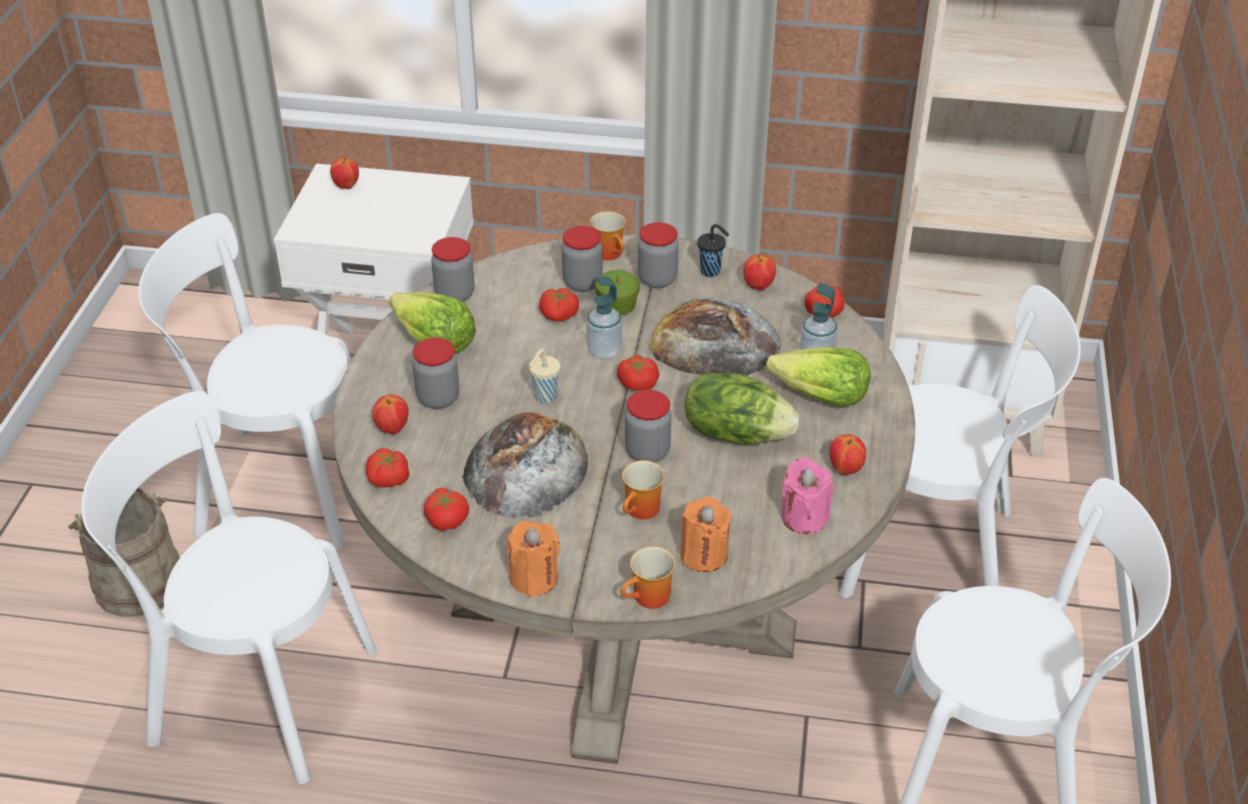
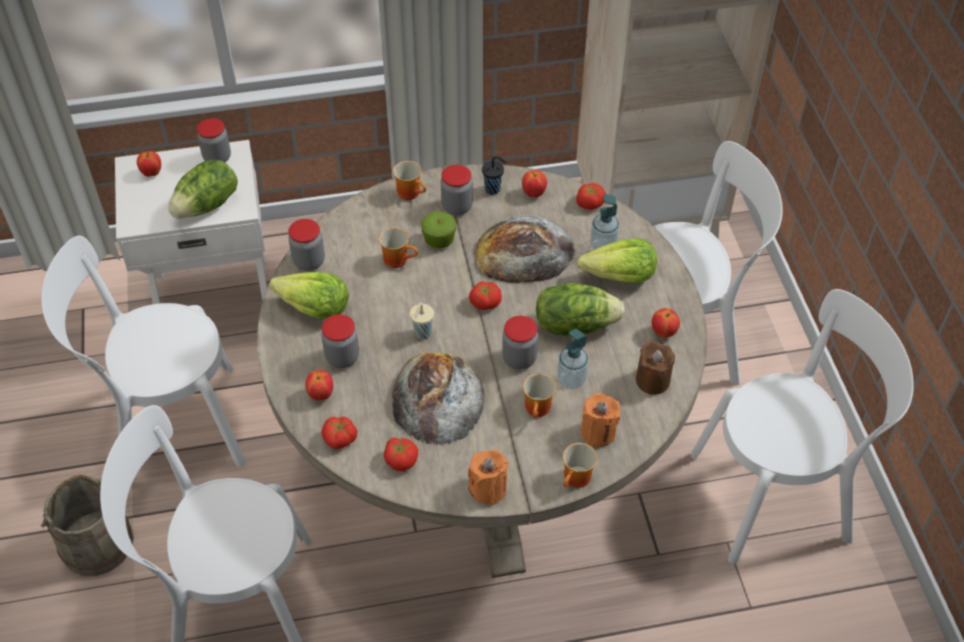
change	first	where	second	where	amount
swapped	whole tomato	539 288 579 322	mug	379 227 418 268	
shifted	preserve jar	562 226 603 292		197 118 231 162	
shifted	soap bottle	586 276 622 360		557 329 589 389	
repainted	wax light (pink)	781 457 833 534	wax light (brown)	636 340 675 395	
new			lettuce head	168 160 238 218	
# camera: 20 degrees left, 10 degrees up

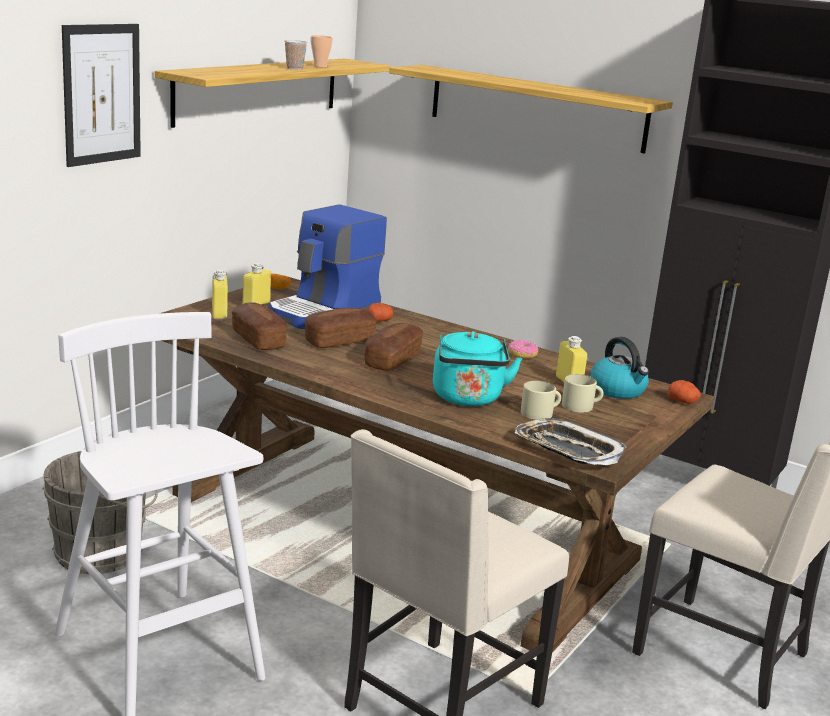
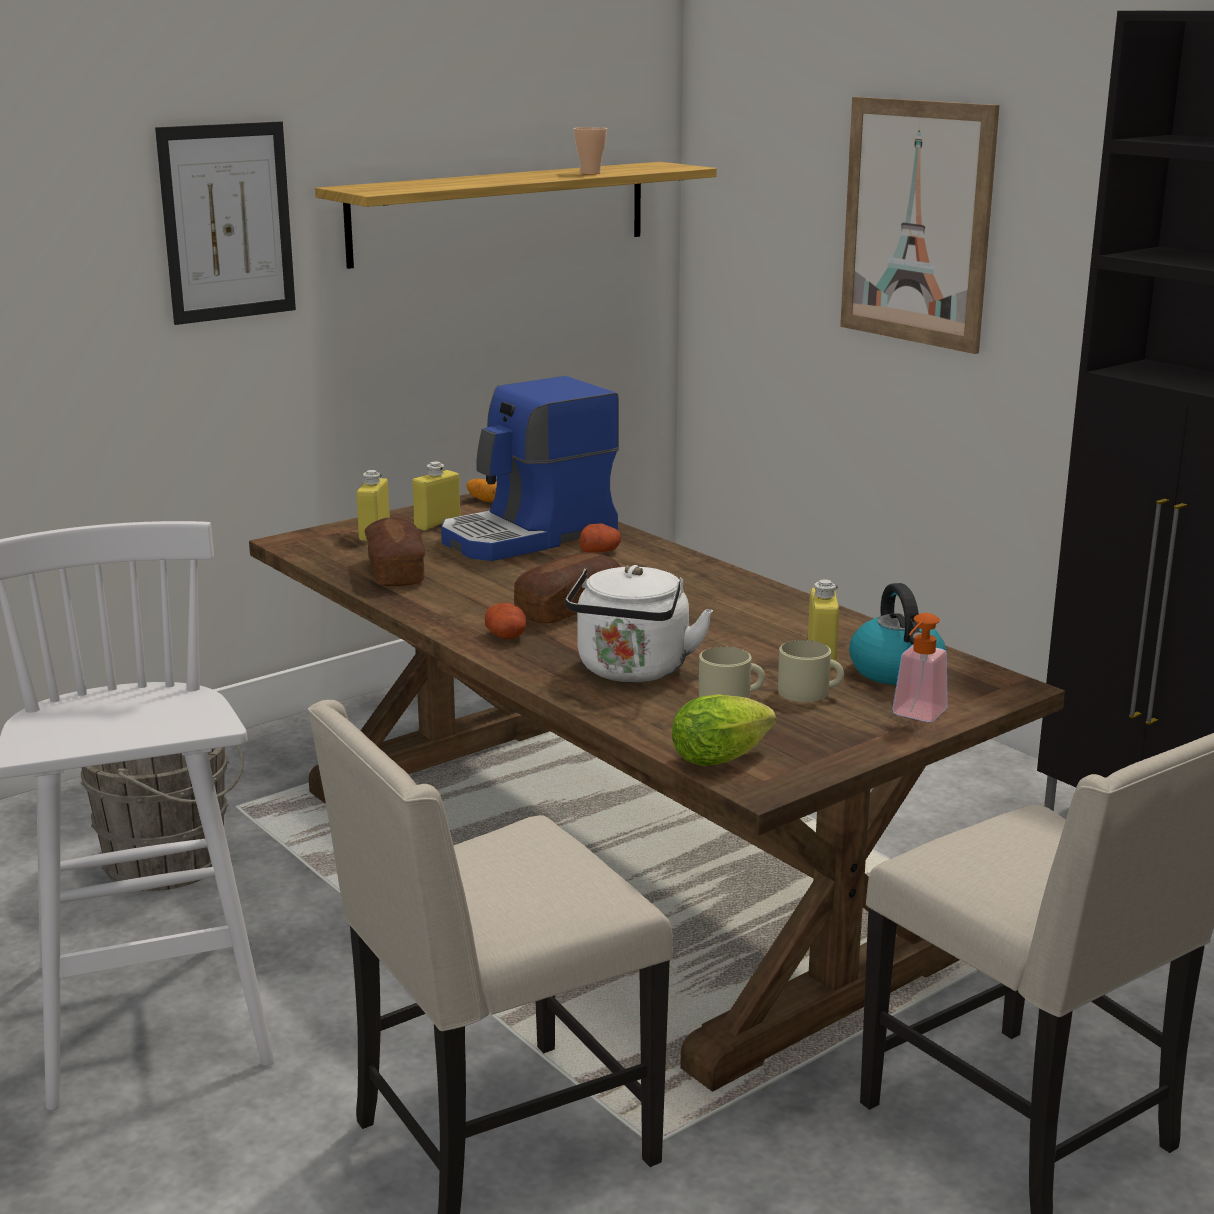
change	first	where	second	where	amount
gone	drinking cup	284 40 307 70			
gone	bakery bread	305 308 376 348			
swapped	shelf	389 65 673 154	picture	840 97 1000 354	
repainted	water kettle (blue-green)	433 331 522 406	water kettle (white)	565 565 713 682	
gone	ring doughnut	508 340 539 359			
swapped	tray	515 418 626 465	lettuce head	672 694 776 766	
shifted	spud	668 380 701 404		485 603 526 639	
new			soap bottle	893 613 948 722	
# camera: 20 degrees right, 0 degrees up

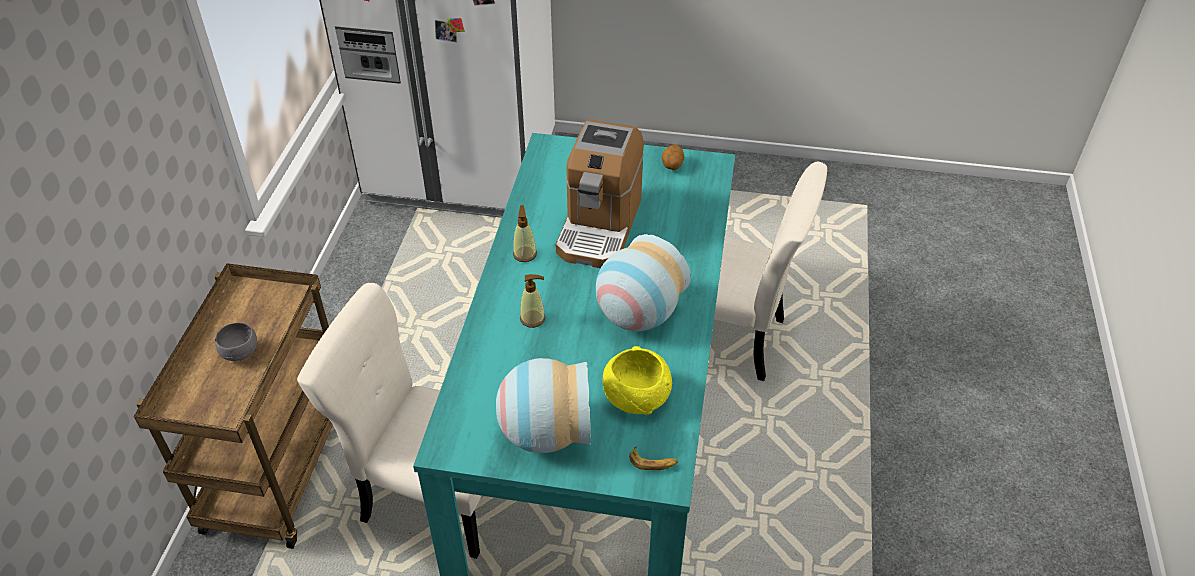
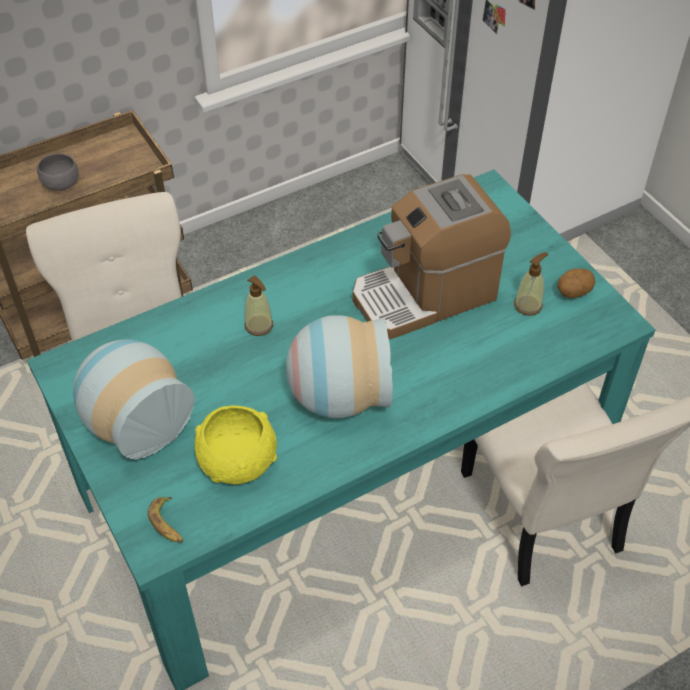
change	first	where	second	where	amount
shifted	soap bottle	513 205 537 262		514 252 548 316	
# camera: 50 degrees right, 5 degrees up

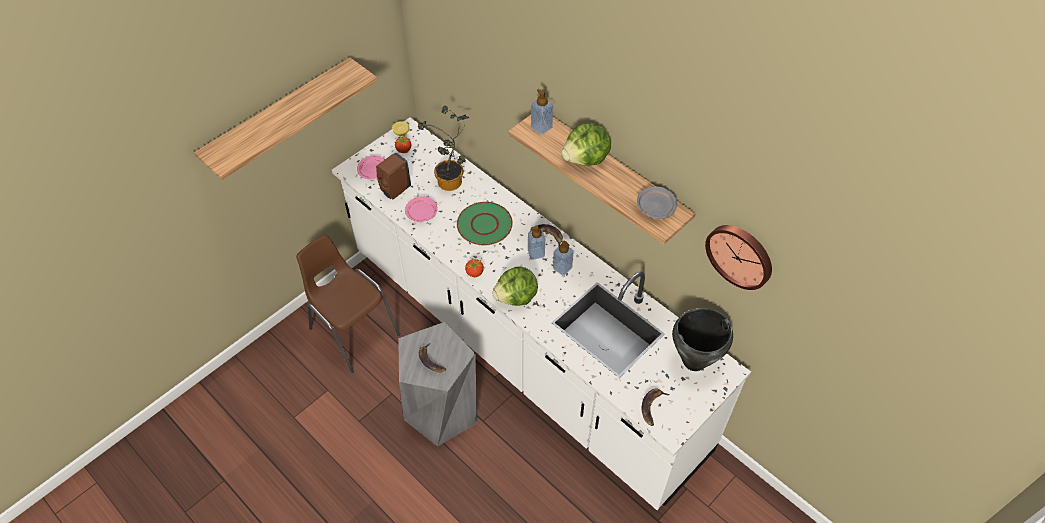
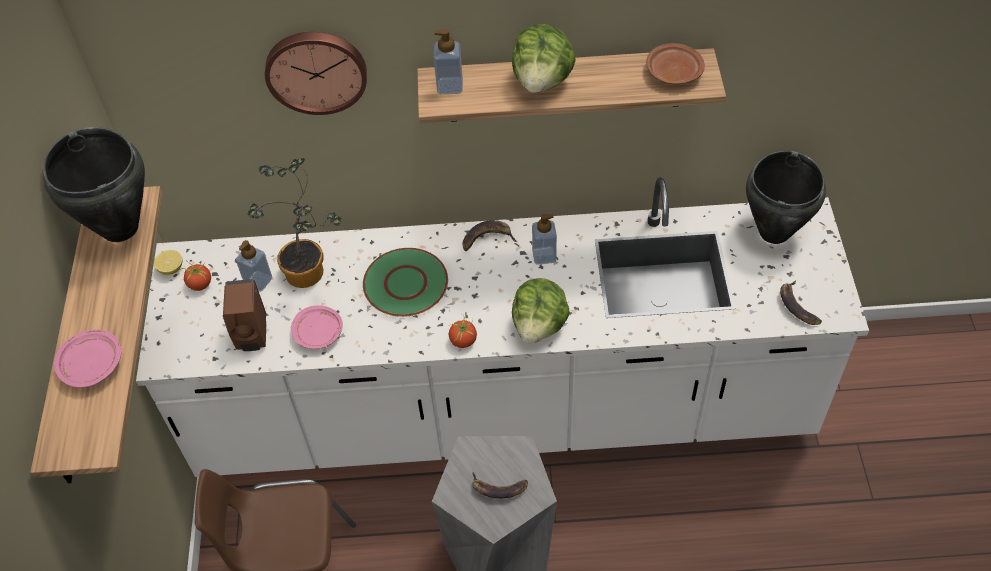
change	first	where	second	where	amount
shifted	flat dish (pink)	357 156 385 179		54 329 122 388	
shifted	soap bottle	528 226 545 260		236 240 272 292	
repainted	flat dish (gray)	637 187 677 219	flat dish (brown)	646 43 705 84	
shifted	hanging clock	705 225 772 290		265 32 367 115	
new			saucepot (black)	43 127 145 242	
# camera: 45 degrees left, 0 degrees up

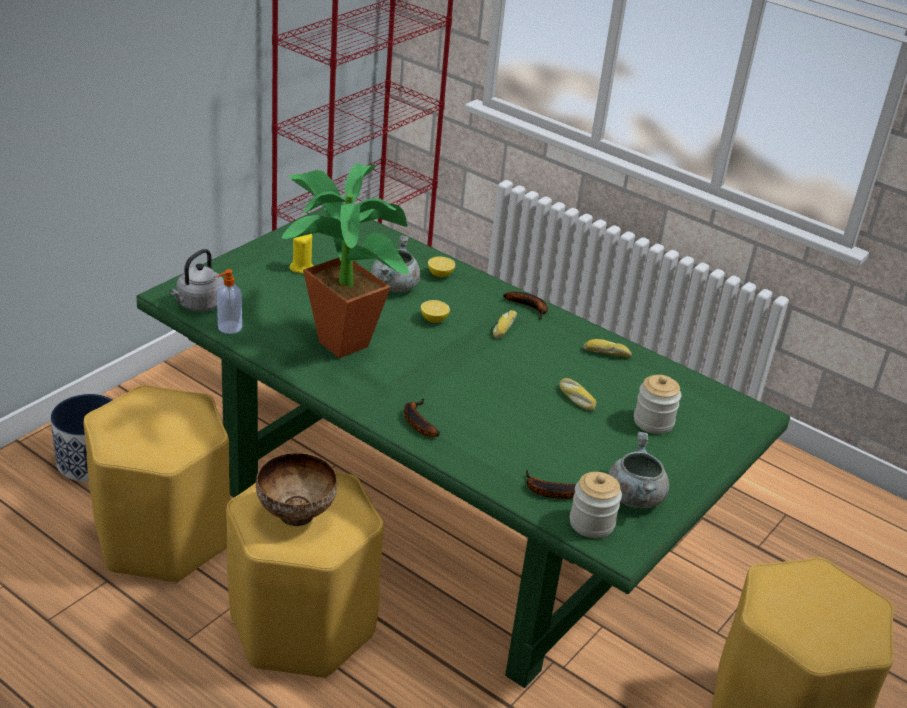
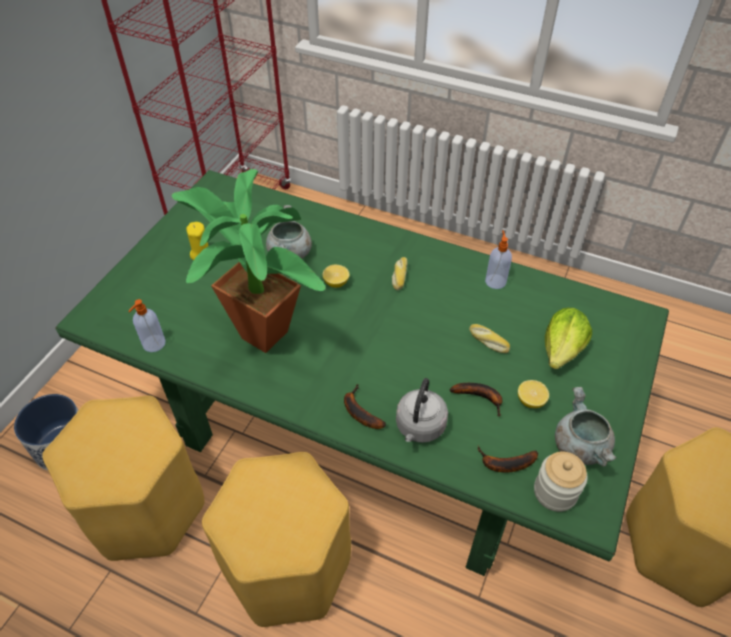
change	first	where	second	where	amount
shifted	water kettle (gray)	170 249 224 312		396 378 448 443	
gone	deep dish	256 453 337 526			
shifted	citrus fruit	428 257 455 277		518 380 549 408	
shifted	banana fruit	503 291 548 320		450 383 503 416	
swapped	bakery bread	584 339 632 358	soap bottle	485 230 512 289	
swapped	preserve jar	634 375 681 434	lettuce head	545 308 592 369	
# camera: 10 degrees left, 15 degrees up

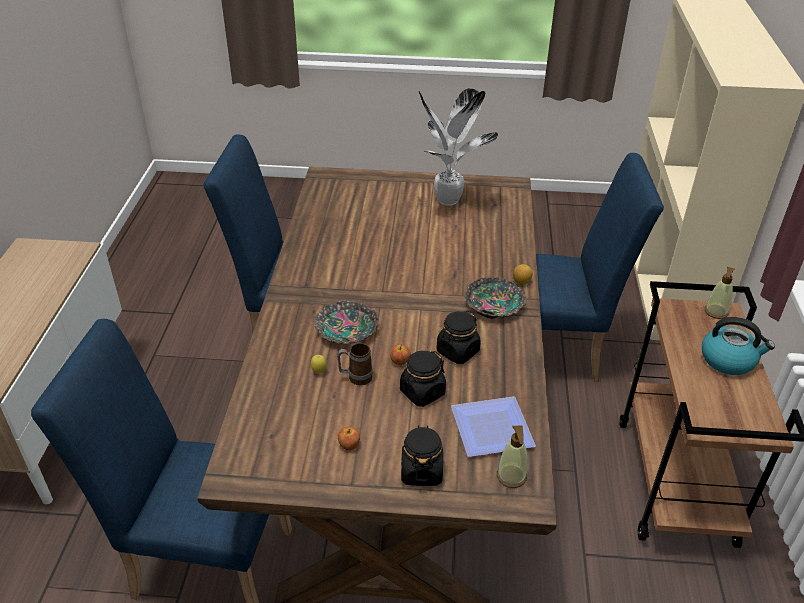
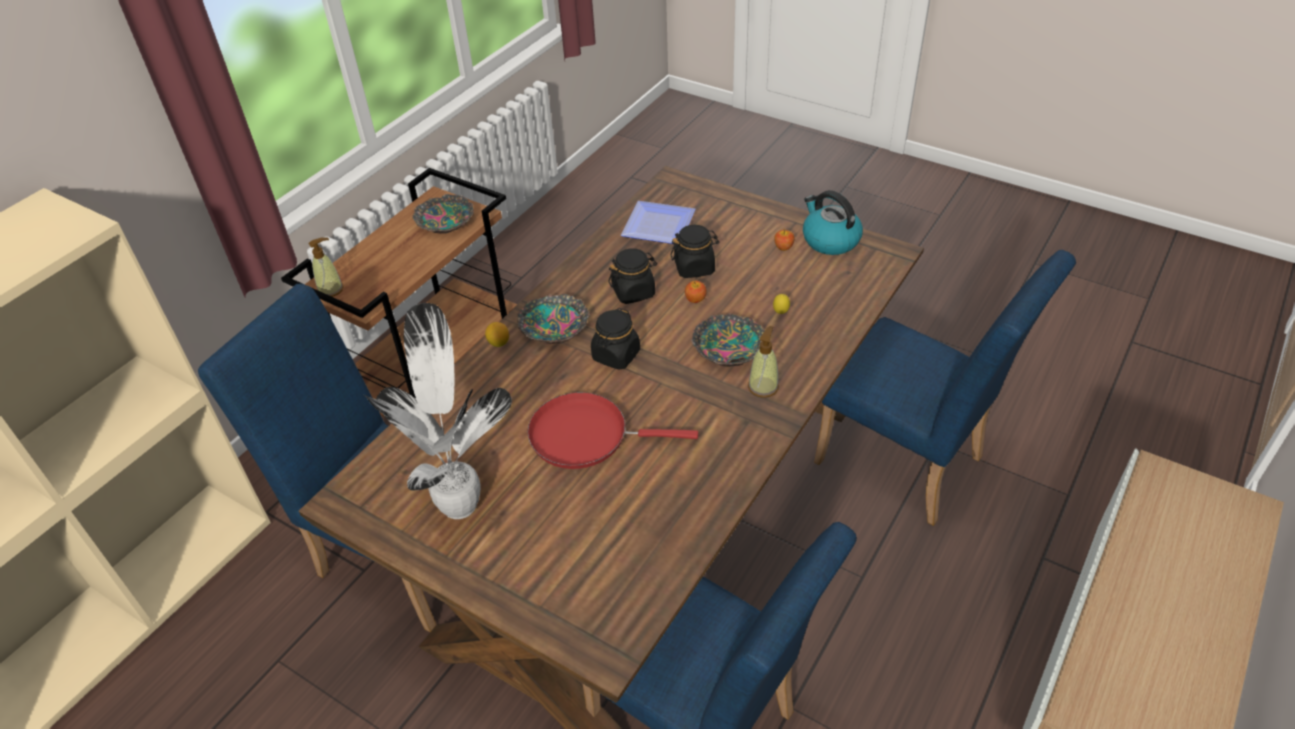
change	first	where	second	where	amount
gone	mug	337 343 373 386			
shifted	preserve jar (black)	401 425 443 486		591 308 640 370	
shifted	soap bottle	497 425 527 488		748 326 779 398	
shifted	water kettle	702 317 775 375		803 190 863 255	
new			deep dish	412 194 474 234	
new			frying pan (red-coloured)	527 392 698 469	
# camera: 150 degrees left, 5 degrees up

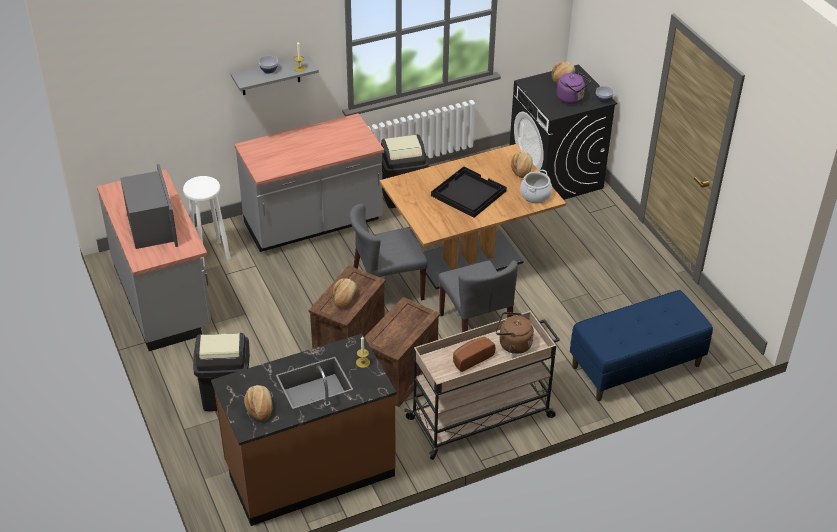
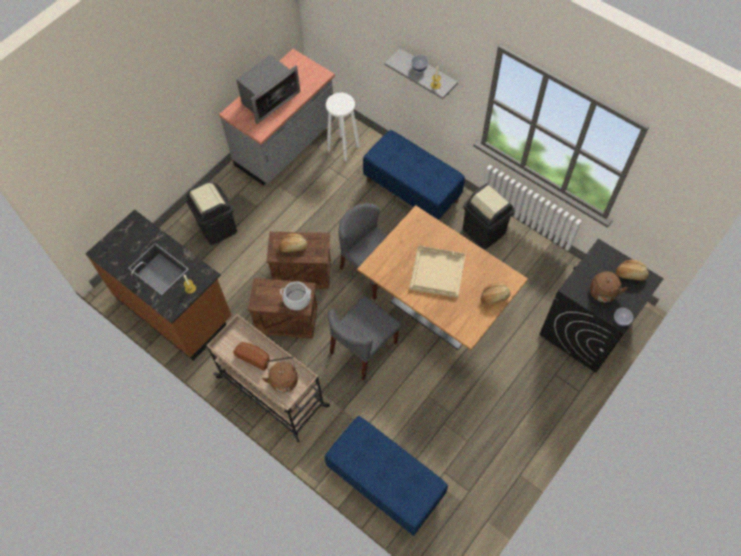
change	first	where	second	where	amount
swapped	counter (gray)	234 113 384 252	indoor bench (blue)	363 130 465 220	
gone	bakery bread	244 385 272 421			
repainted	tray (black)	431 166 507 218	tray (beige-coloured)	409 245 466 298	
shifted	saucepot	520 170 552 203		280 281 311 310	
repainted	water kettle (purplish)	556 72 591 104	water kettle (brown)	590 271 628 303	
# camera: 65 degrees right, 20 degrees up

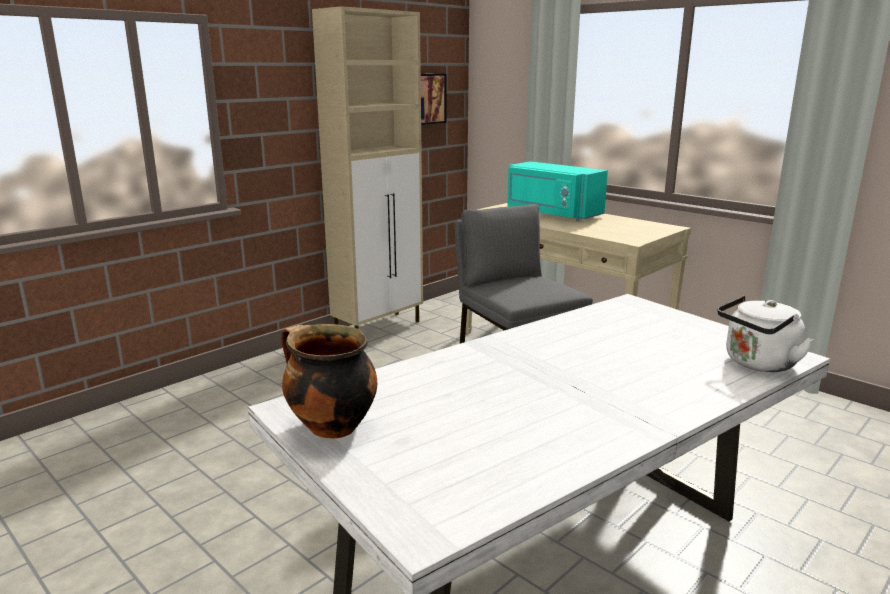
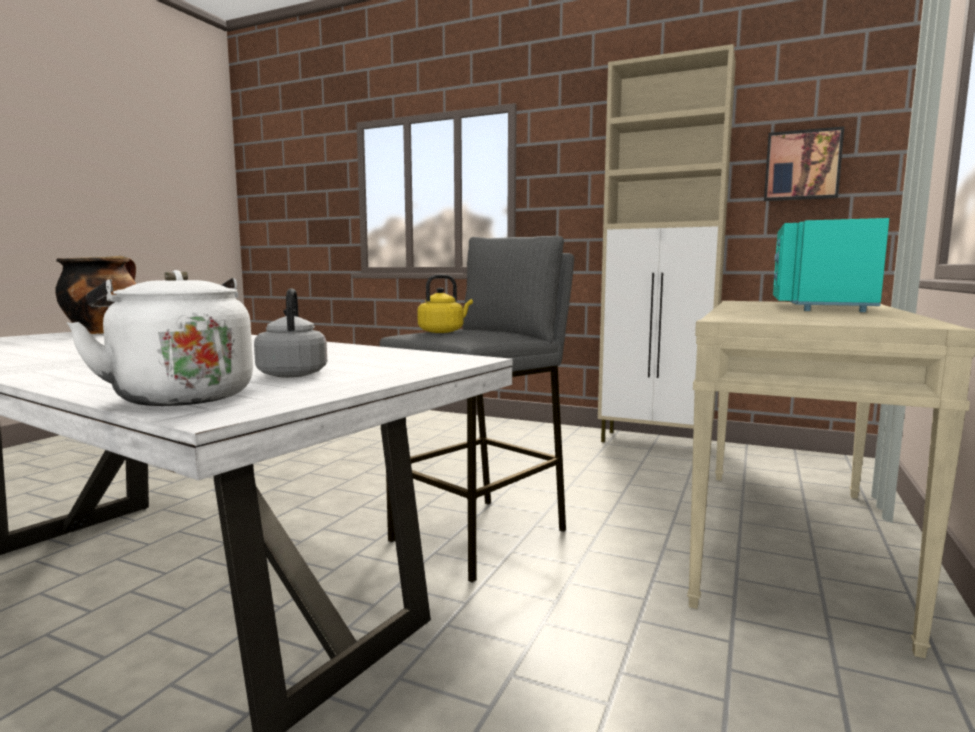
change	first	where	second	where	amount
new			water kettle (gray)	254 288 327 378	
new			water kettle (yellowish)	417 274 473 333	
# camera: 70 degrees right, 10 degrees down

